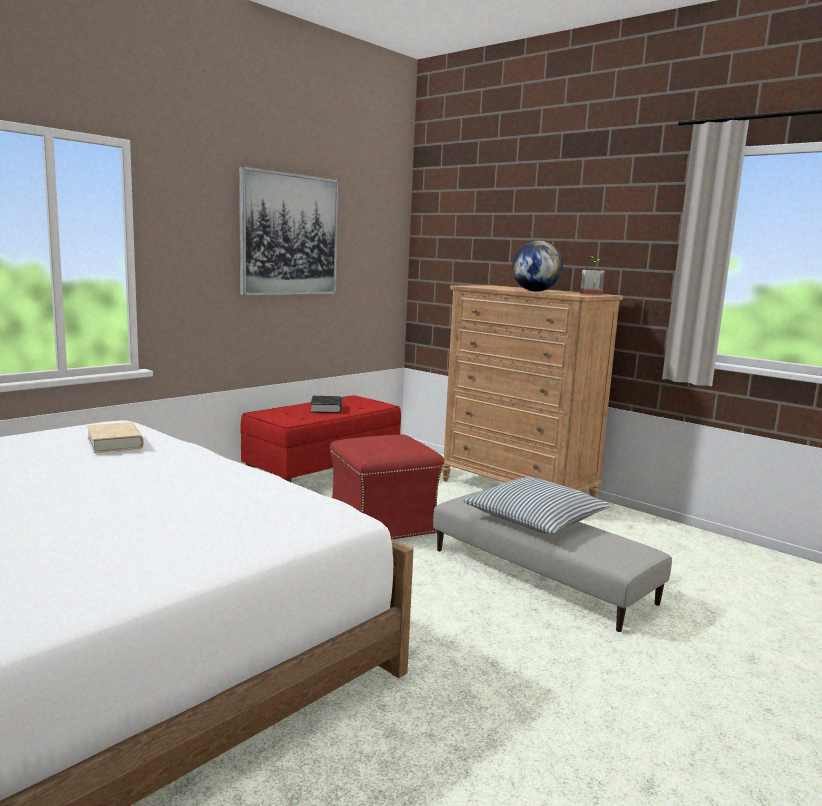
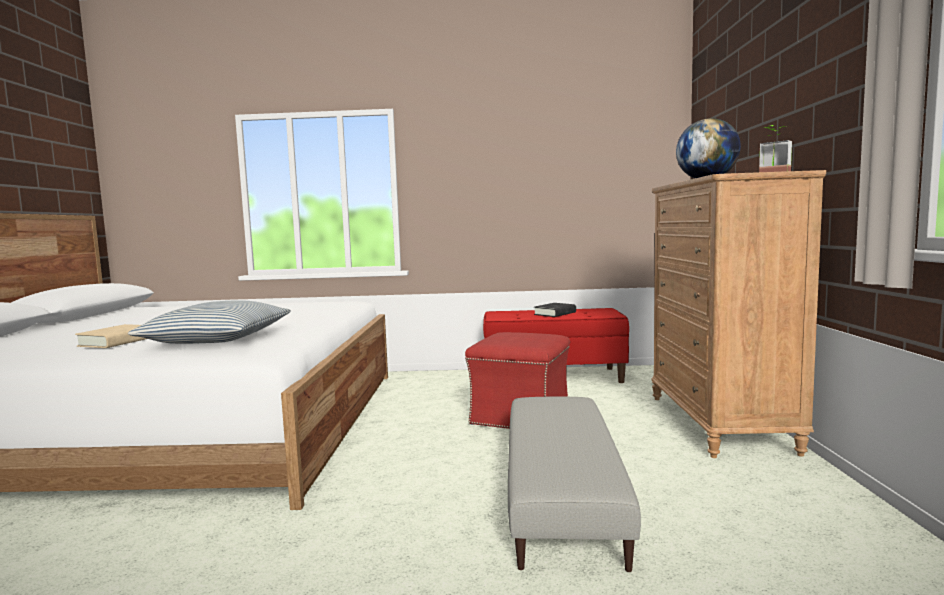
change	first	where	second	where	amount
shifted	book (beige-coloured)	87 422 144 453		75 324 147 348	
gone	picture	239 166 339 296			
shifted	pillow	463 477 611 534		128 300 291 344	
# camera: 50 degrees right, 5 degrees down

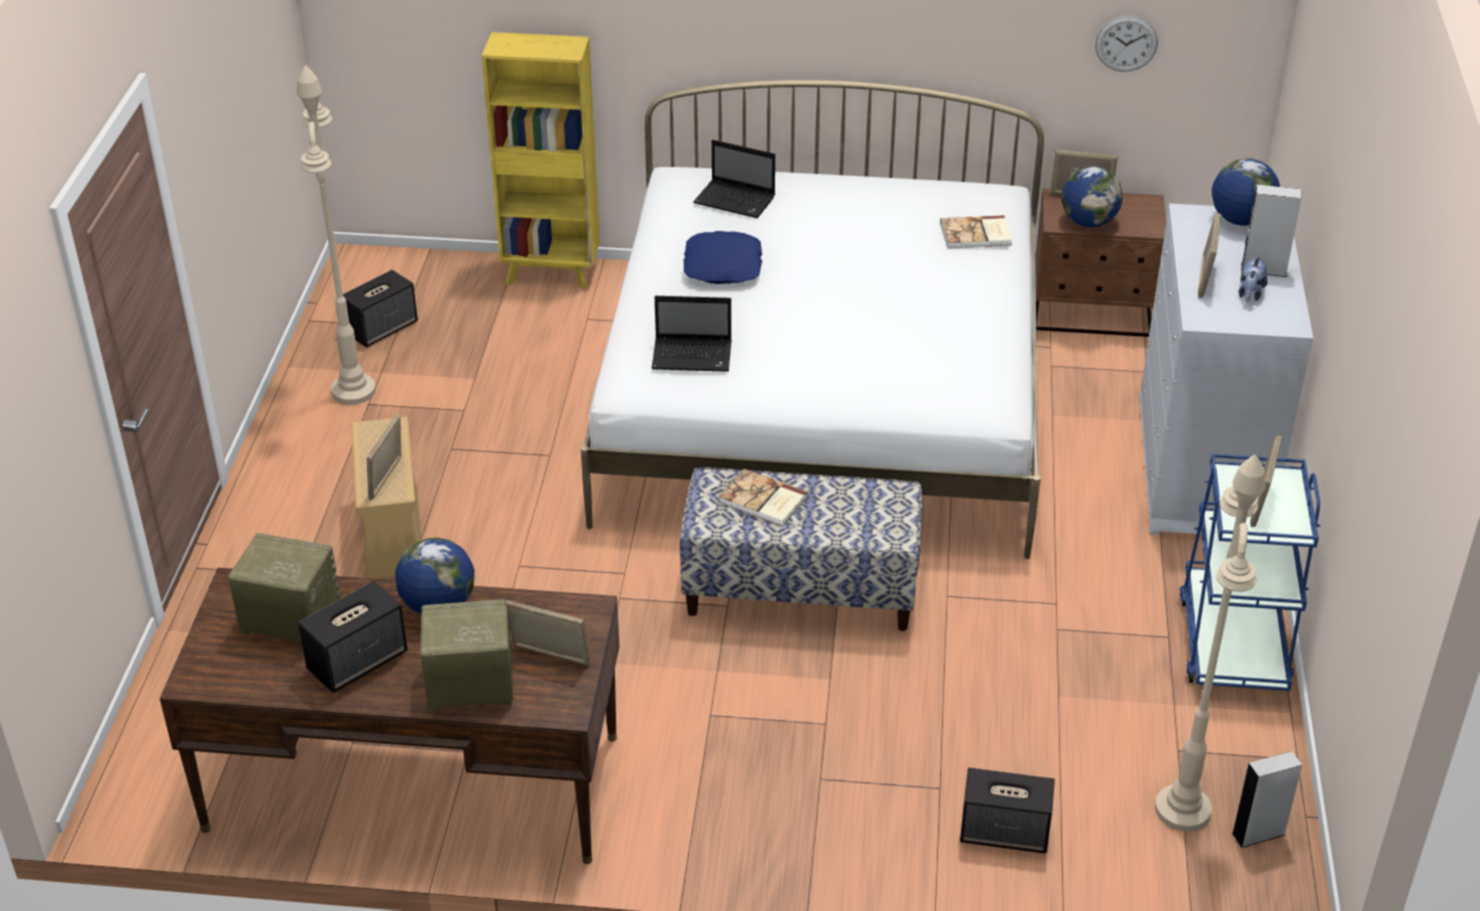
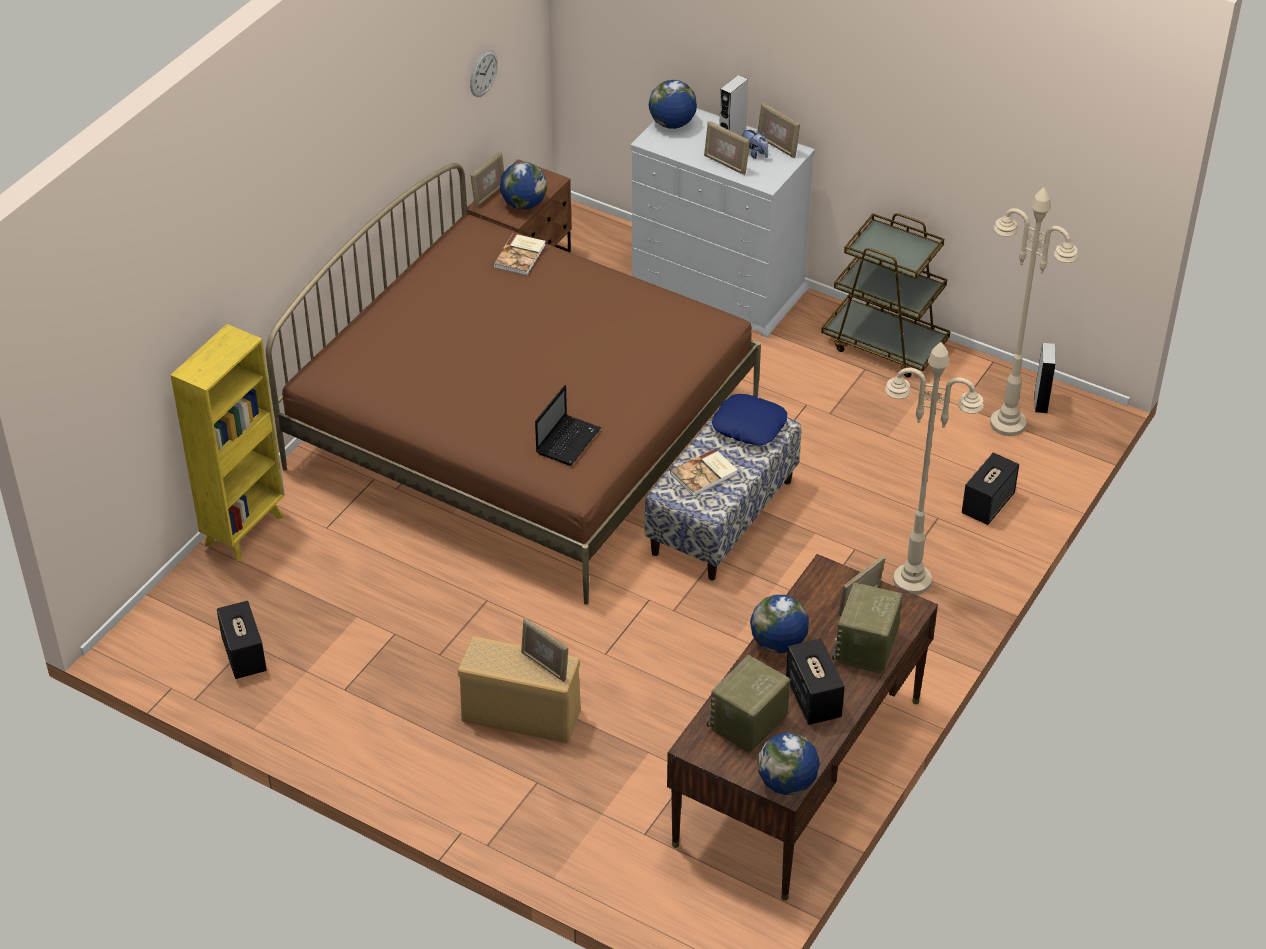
change	first	where	second	where	amount
shifted	standard lamp (beige-coloured)	297 65 376 405		885 342 984 595	
repainted	sleeping bed (white)	581 80 1044 559	sleeping bed (brown)	266 163 761 605	
shifted	pillow (blue)	683 231 762 284		712 394 787 445	
gone	notebook computer	693 140 775 218			
repainted	wheeled cart (blue)	1179 454 1320 691	wheeled cart (brown)	821 213 950 377	
shifted	standing frame	1250 435 1282 527		757 103 800 158	
new			world globe	758 732 820 795	
# camera: 65 degrees left, 5 degrees up

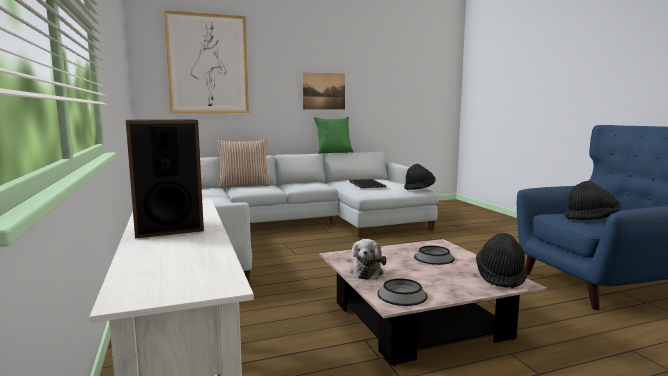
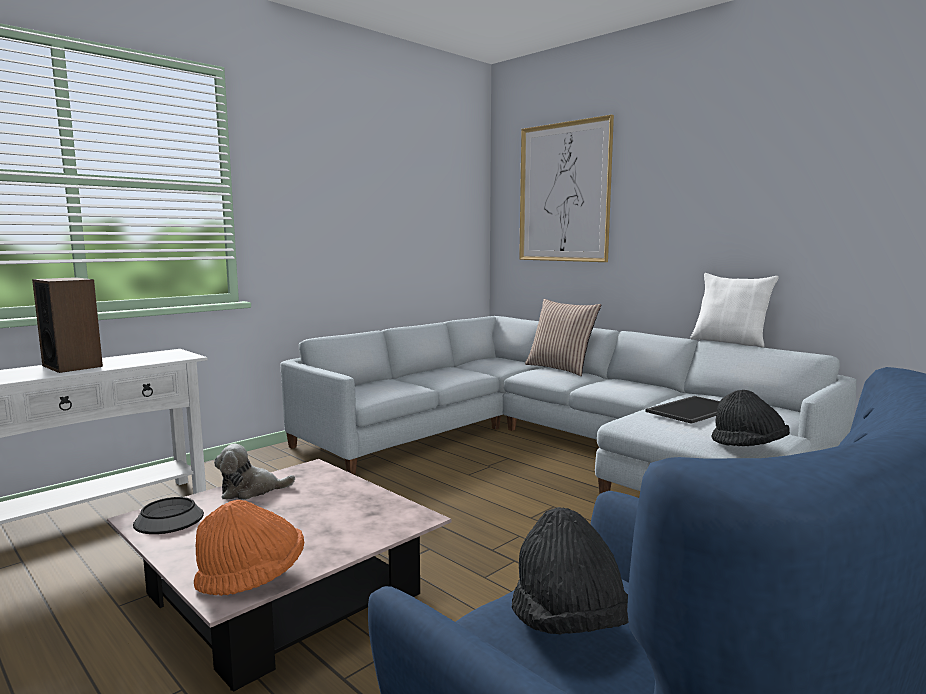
change	first	where	second	where	amount
gone	picture	303 72 345 110			
repainted	pillow (green-coloured)	314 117 354 154	pillow (white)	690 273 779 348	
gone	deep dish	414 246 454 265			
repainted	clothing hat (black)	476 233 527 289	clothing hat (orangey)	194 500 304 596	
# camera: 65 degrees right, 0 degrees up

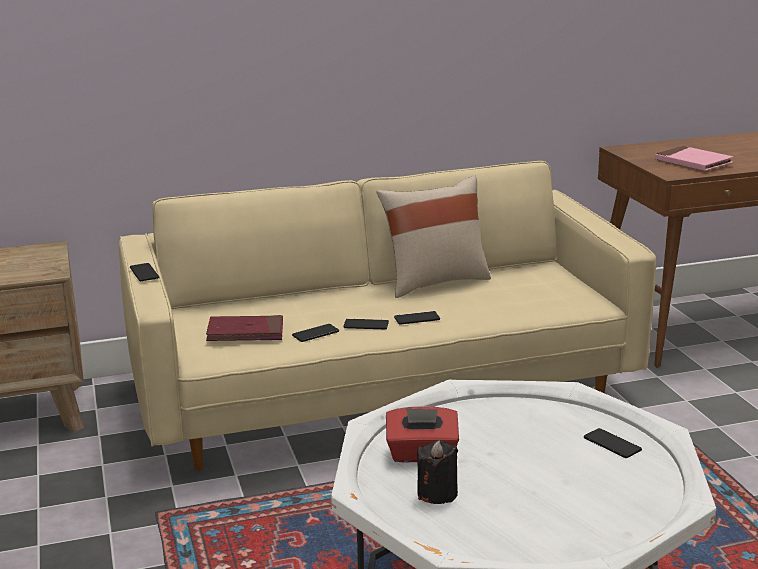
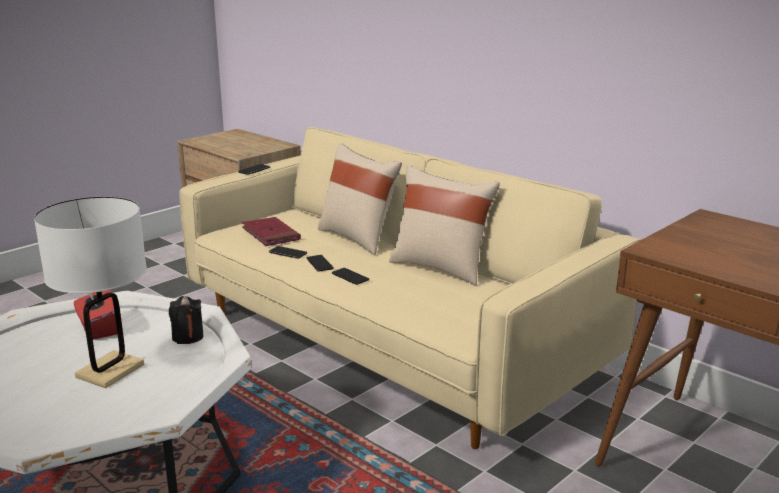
change	first	where	second	where	amount
shifted	wax light (black)	417 440 458 504		169 296 204 344	
gone	phone	584 428 642 458			
gone	book (pink)	655 146 733 171			
new			tabletop lamp (white)	34 197 147 388	
new			pillow (beige-coloured)	318 143 402 255	
# camera: 60 degrees right, 0 degrees up

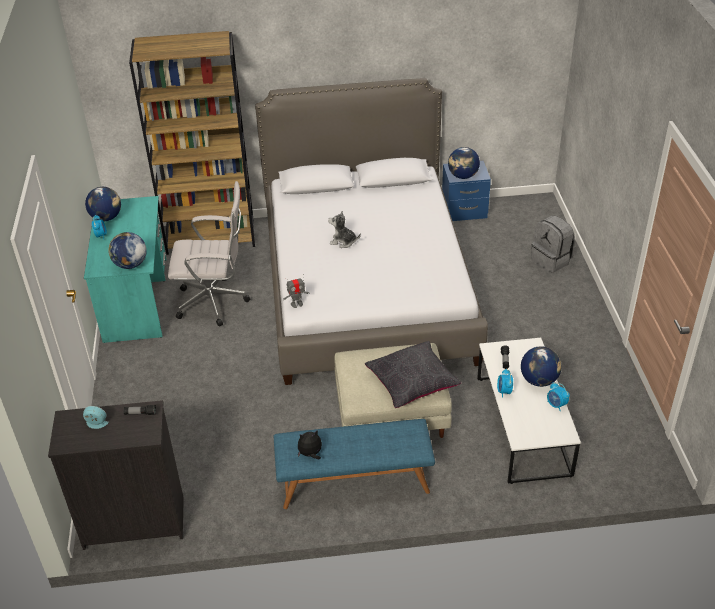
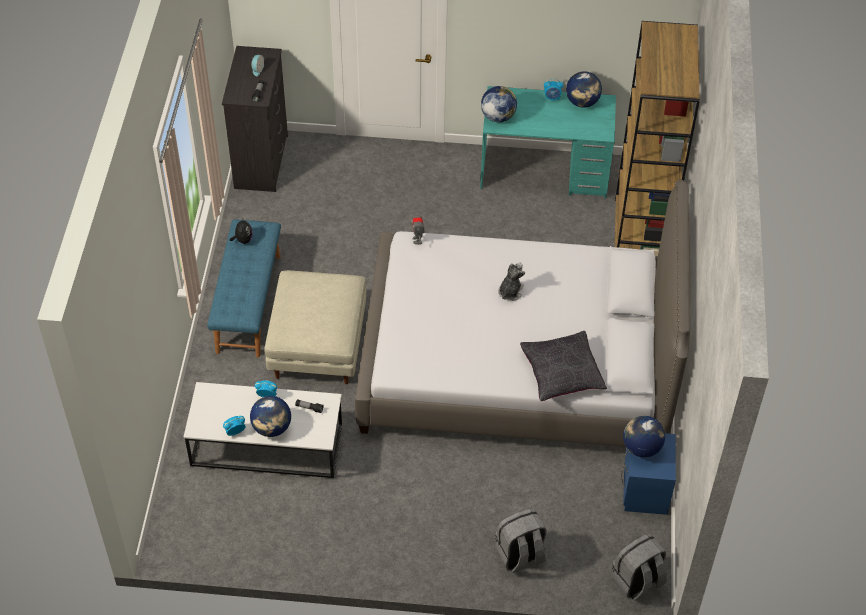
change	first	where	second	where	amount
gone	computer chair (white)	168 181 250 326			
shifted	pillow (black)	365 341 461 408		520 331 607 401	
new			rucksack (gray)	611 533 667 601	
# camera: 100 degrees right, 10 degrees up

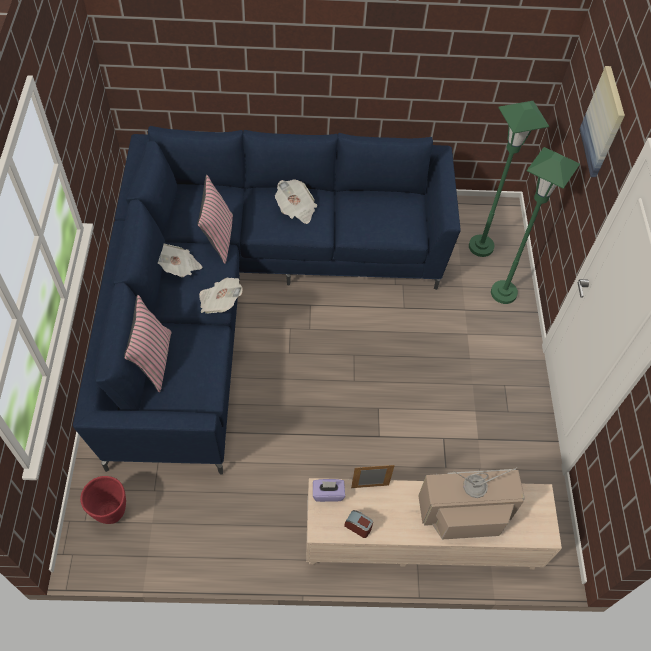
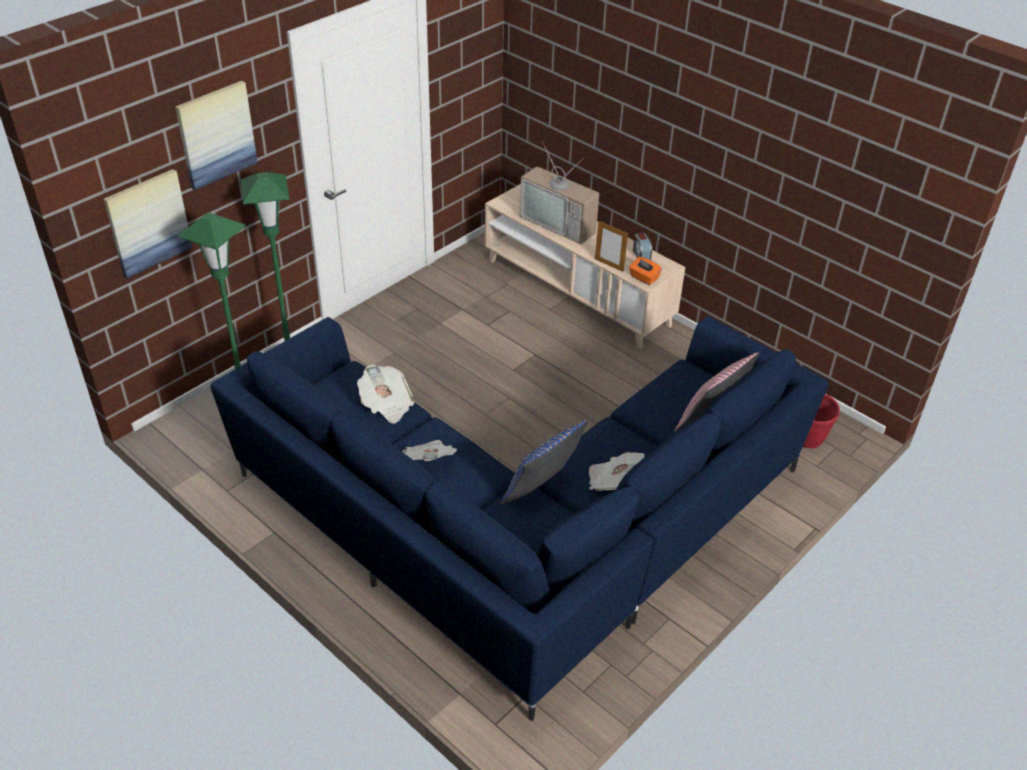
change	first	where	second	where	amount
repainted	pillow (pink)	197 175 233 264	pillow (blue)	500 421 588 505	
shifted	daily paper	199 278 243 313		357 364 414 423	
repainted	tissue holder (purplish)	313 479 345 502	tissue holder (orangey)	629 257 662 285	
new			picture	104 169 193 279	
# camera: 135 degrees left, 15 degrees down

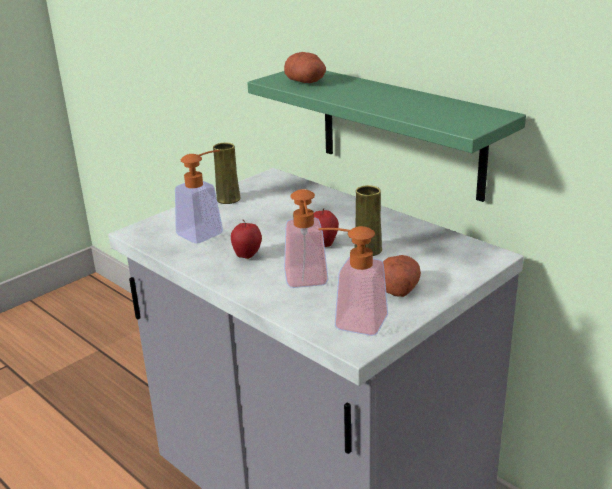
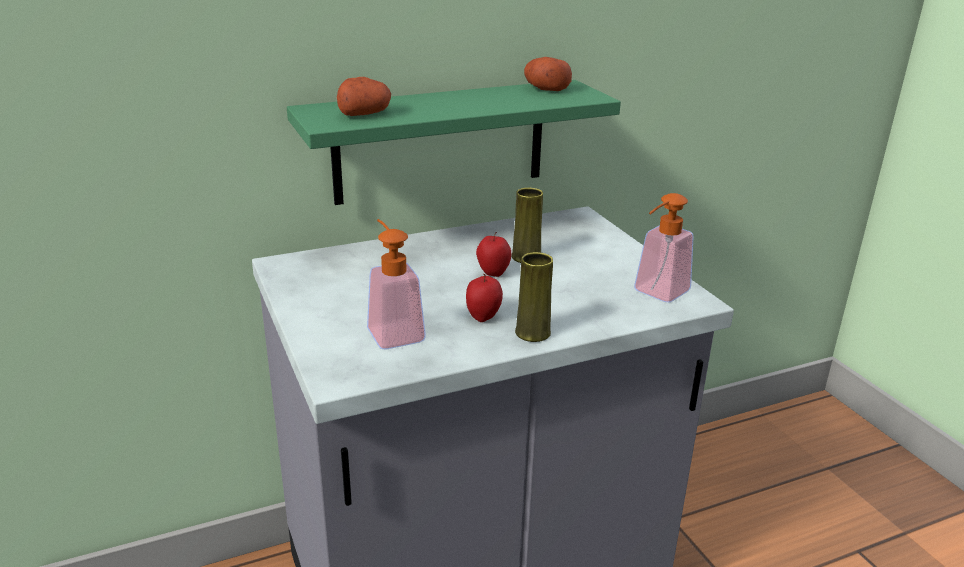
change	first	where	second	where	amount
shifted	vase (yellowish)	213 142 241 204		515 252 553 342	
gone	soap bottle	284 189 328 288			
shifted	spud	383 255 421 297		524 57 572 91	
# camera: 70 degrees left, 0 degrees up

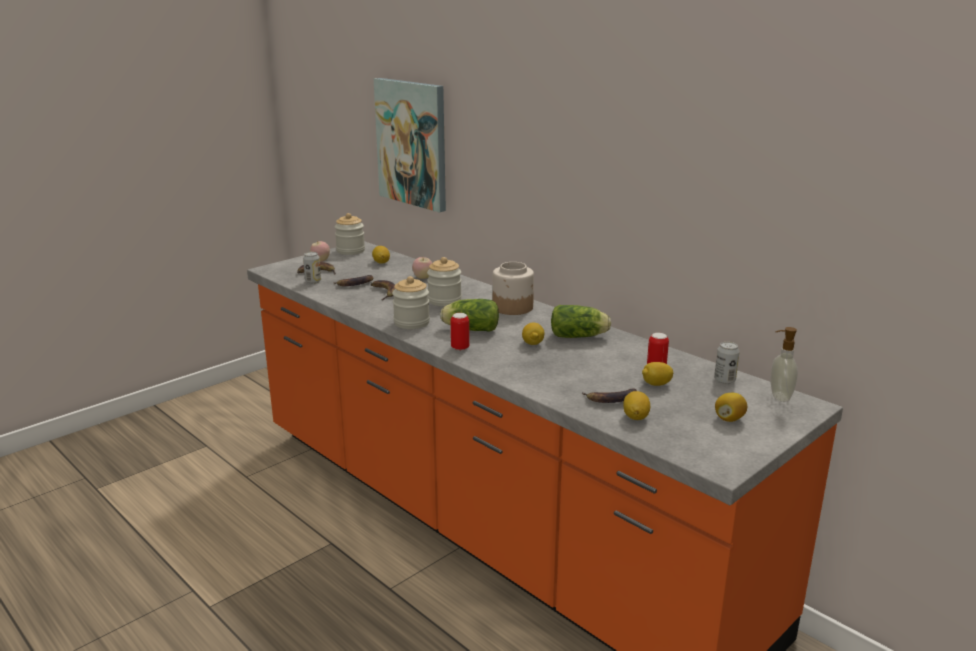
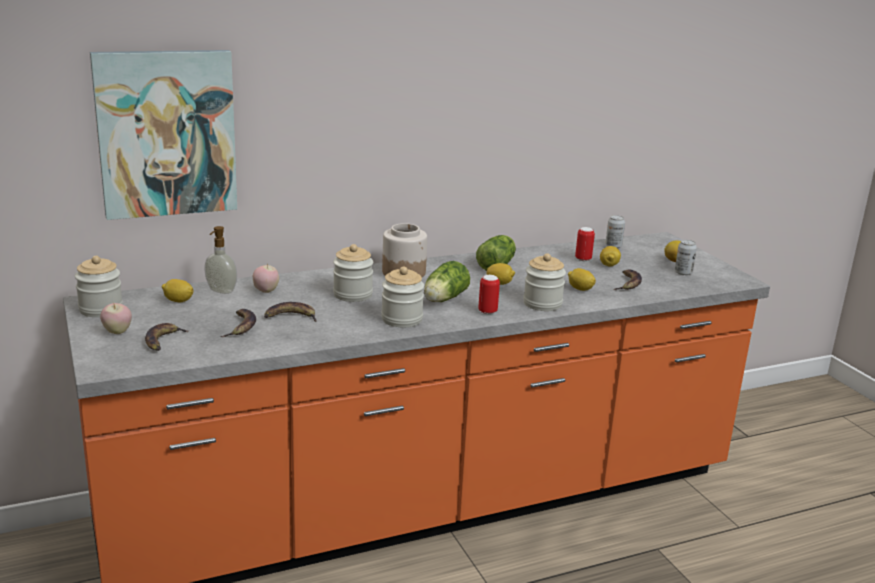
change	first	where	second	where	amount
shifted	can	303 252 321 284		675 240 697 276	
shifted	citrus fruit	623 391 650 420		568 268 596 291	
shifted	soap bottle	770 327 798 402		205 226 237 294	
new			preserve jar	523 254 566 311	
# camera: 70 degrees left, 0 degrees up

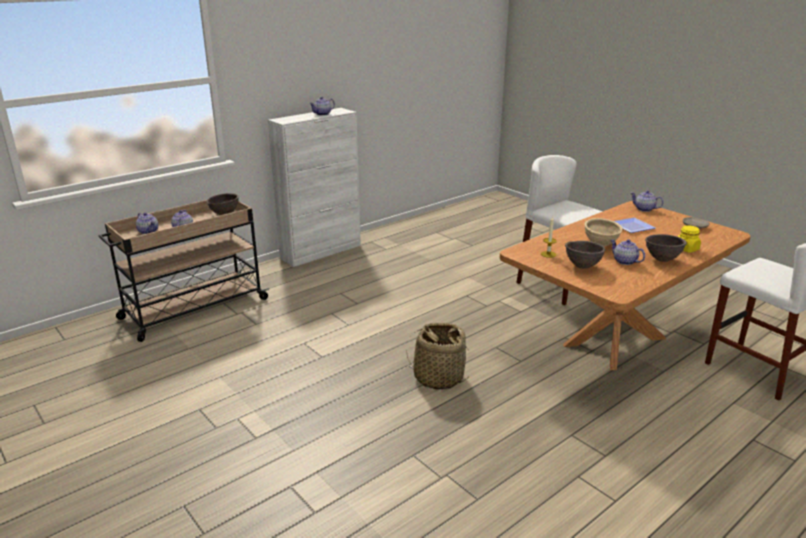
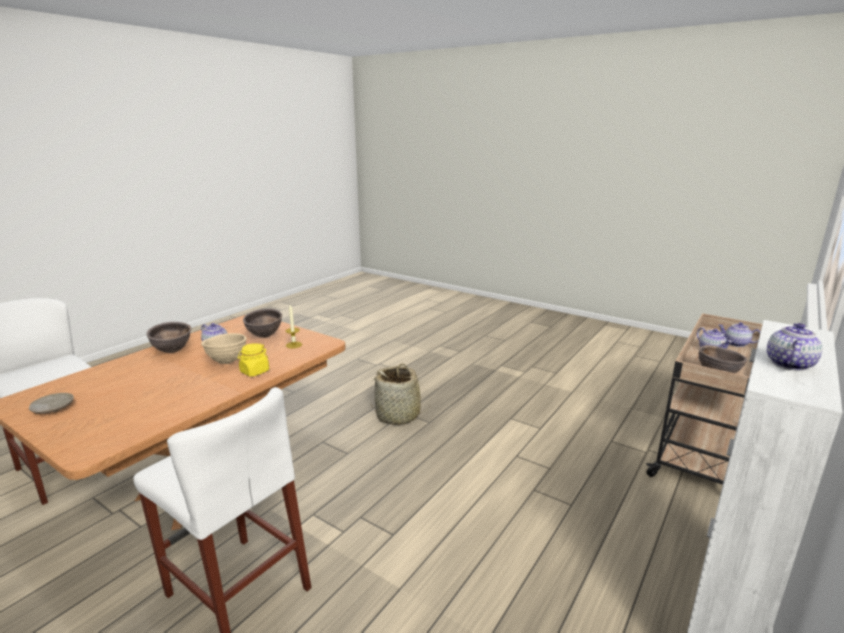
change	first	where	second	where	amount
gone	flat dish	614 218 655 233			
gone	pot for tea	631 190 663 212			
shifted	preserve jar (yellowish)	678 225 701 253		237 343 269 377	
# camera: 165 degrees right, 5 degrees down

